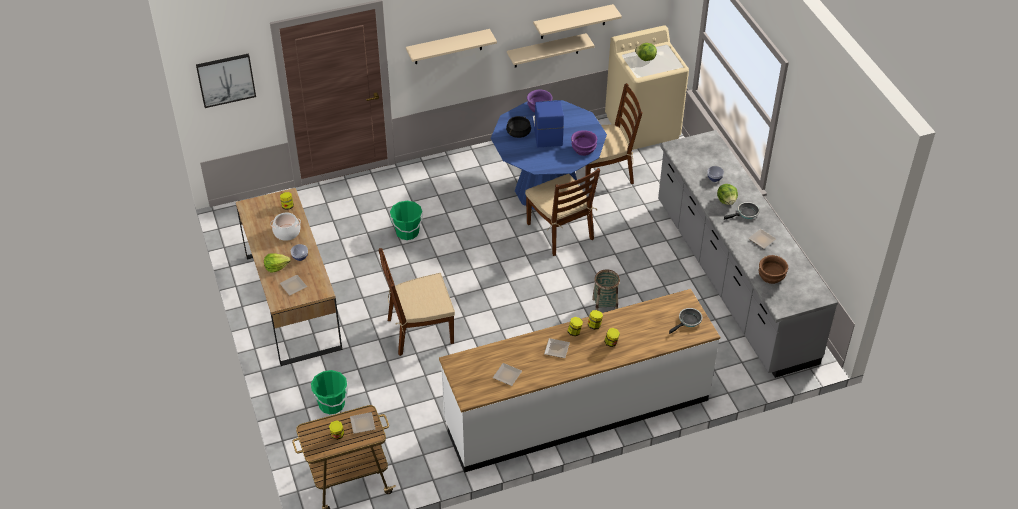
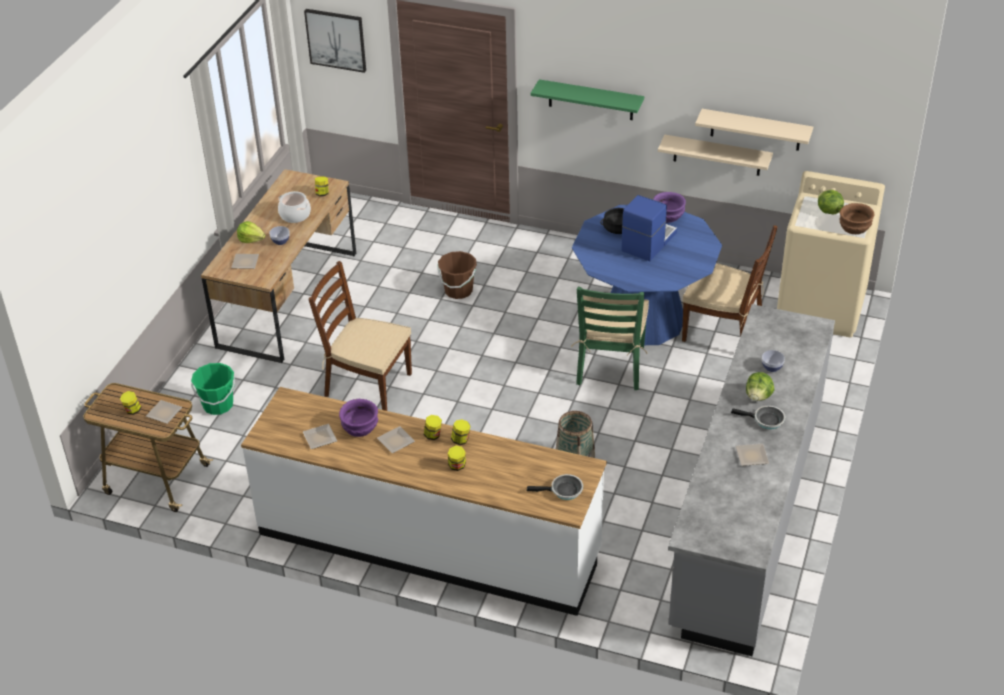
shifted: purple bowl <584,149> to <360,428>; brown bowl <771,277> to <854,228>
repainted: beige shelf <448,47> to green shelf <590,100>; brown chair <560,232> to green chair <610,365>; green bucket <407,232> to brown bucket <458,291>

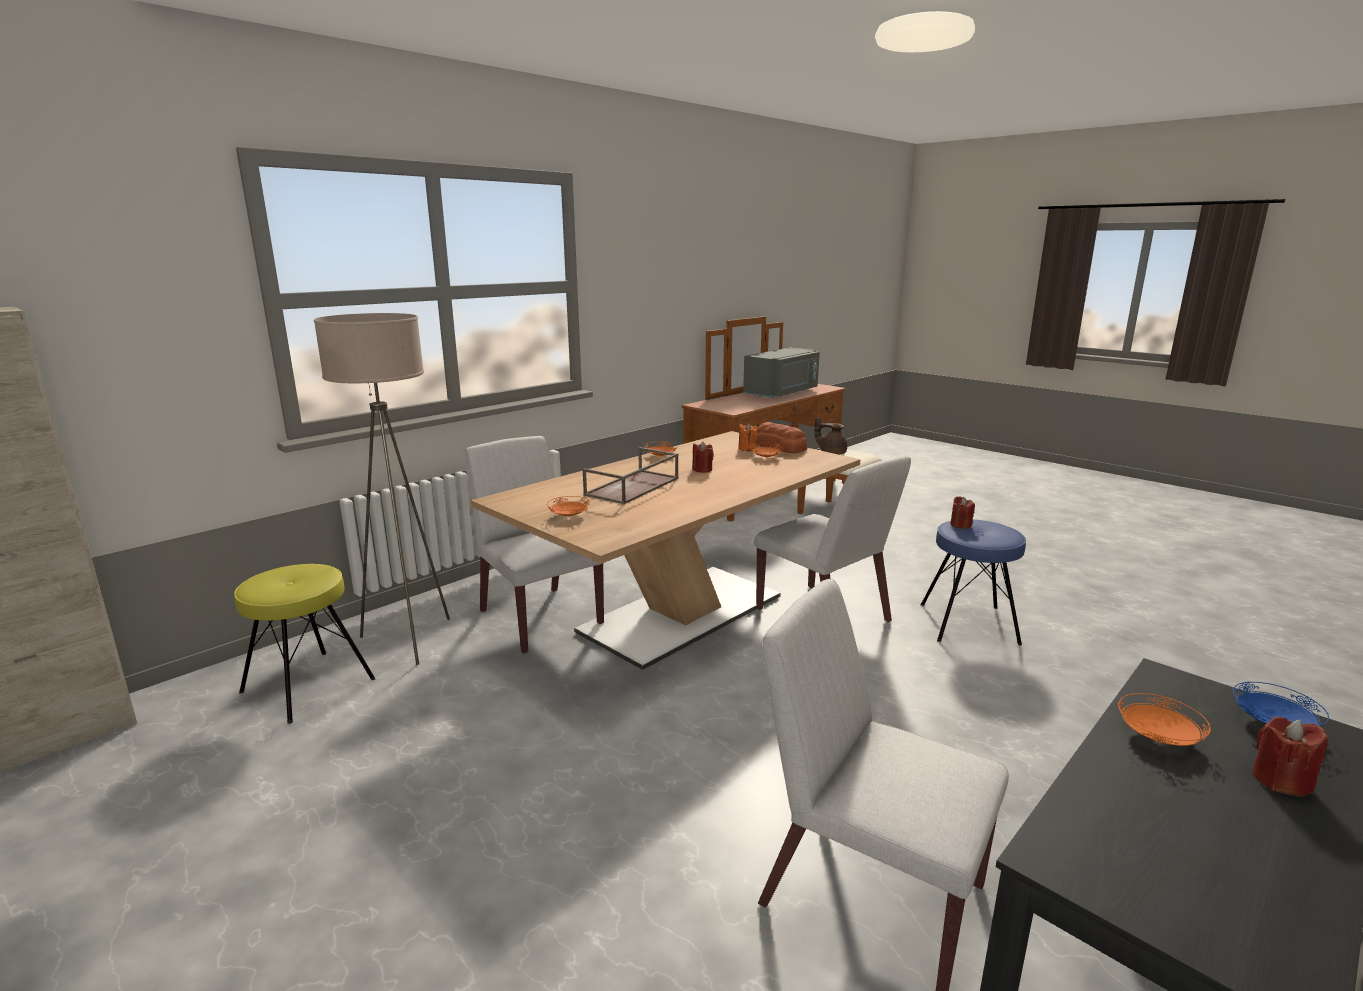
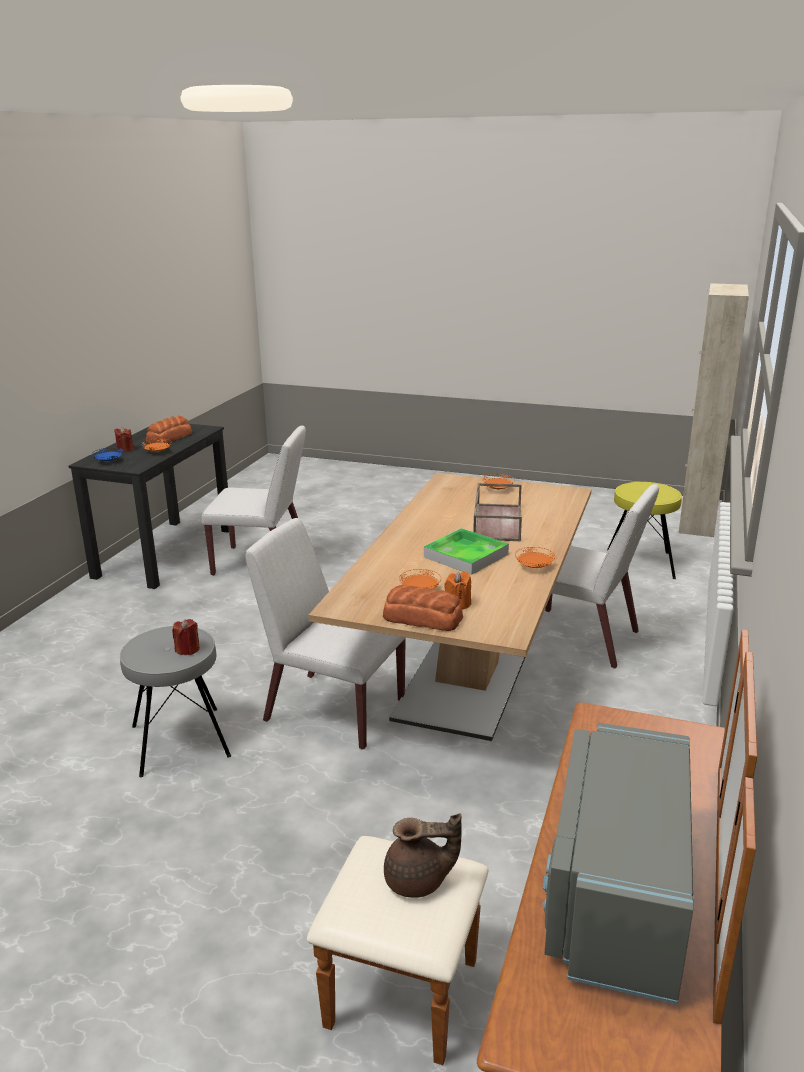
gone: beige floor lamp <409,640>
new: bread <169,438>
swapped: red candle <702,469> to tray <466,555>
repainted: blue stool <968,624> to grey stool <180,740>

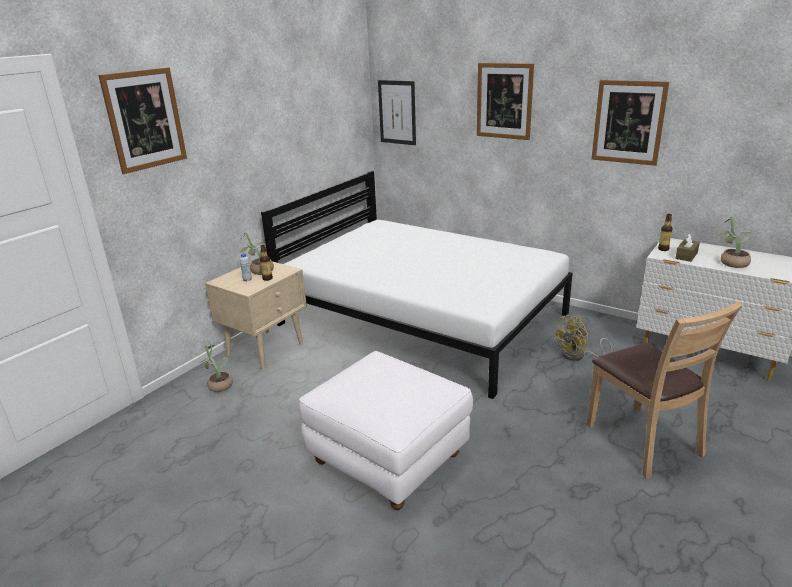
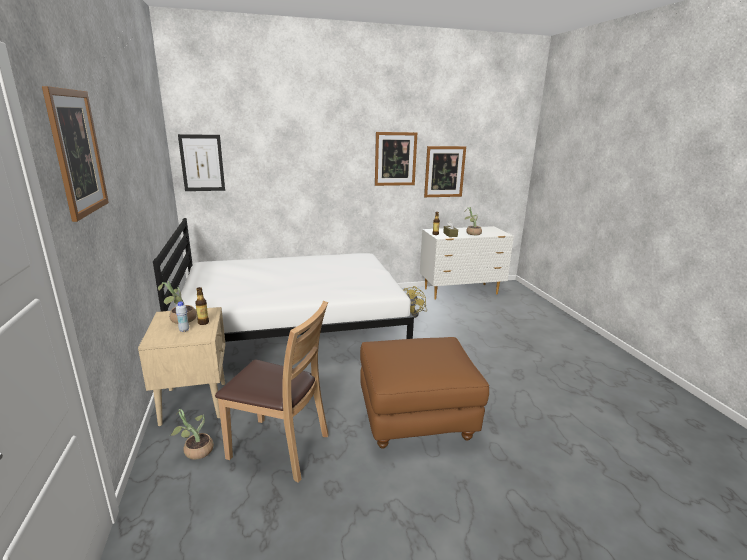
shifted: picture <504,101> to <444,171>; brown chair <643,441> to <280,448>
repainted: white ottoman <389,459> to brown ottoman <416,417>

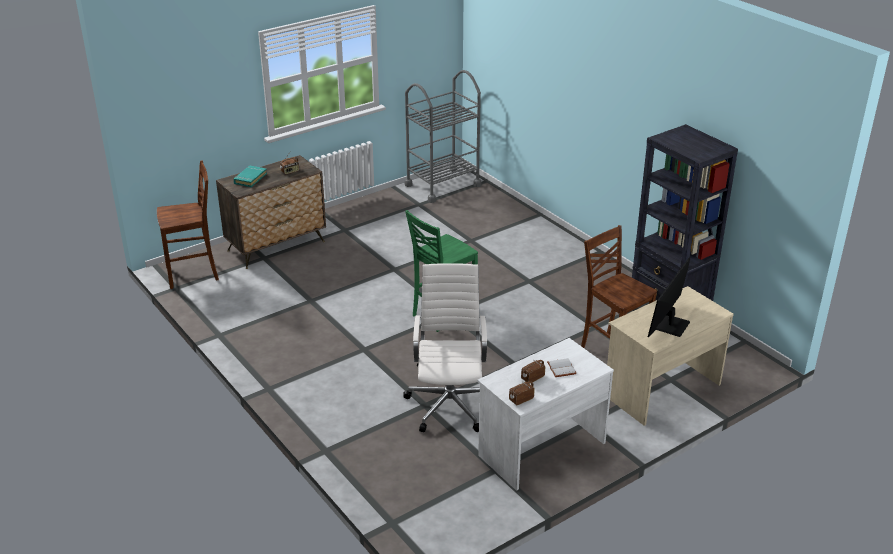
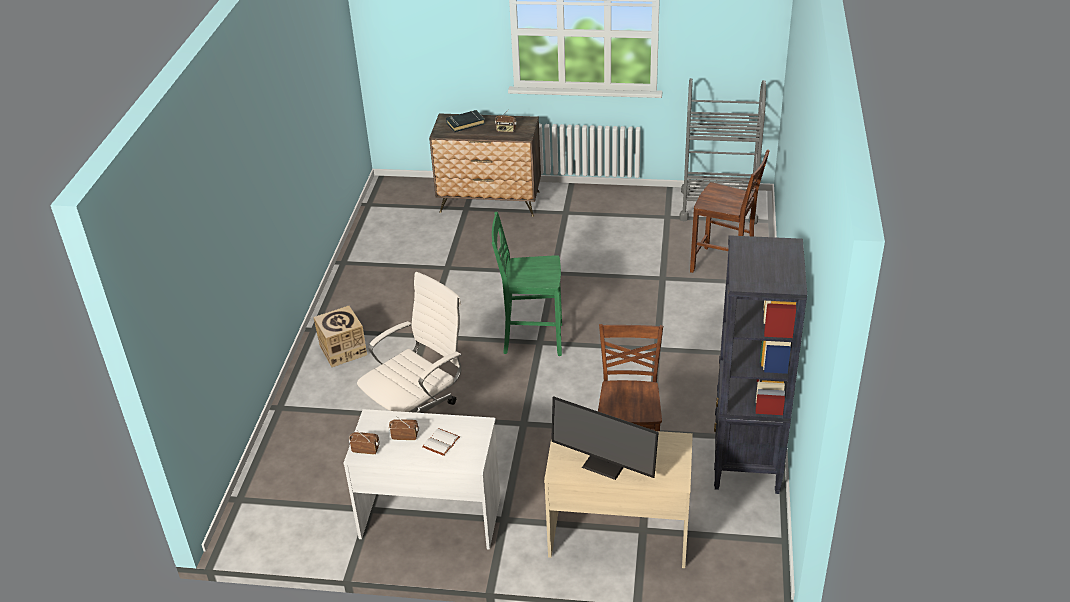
new: cardboard box <343,350>
shifted: brown chair <194,274> to <724,266>
repainted: turquoise book <250,178> to black book <465,123>
rotated: monitor <670,324> = <605,462> 135 degrees counterclockwise

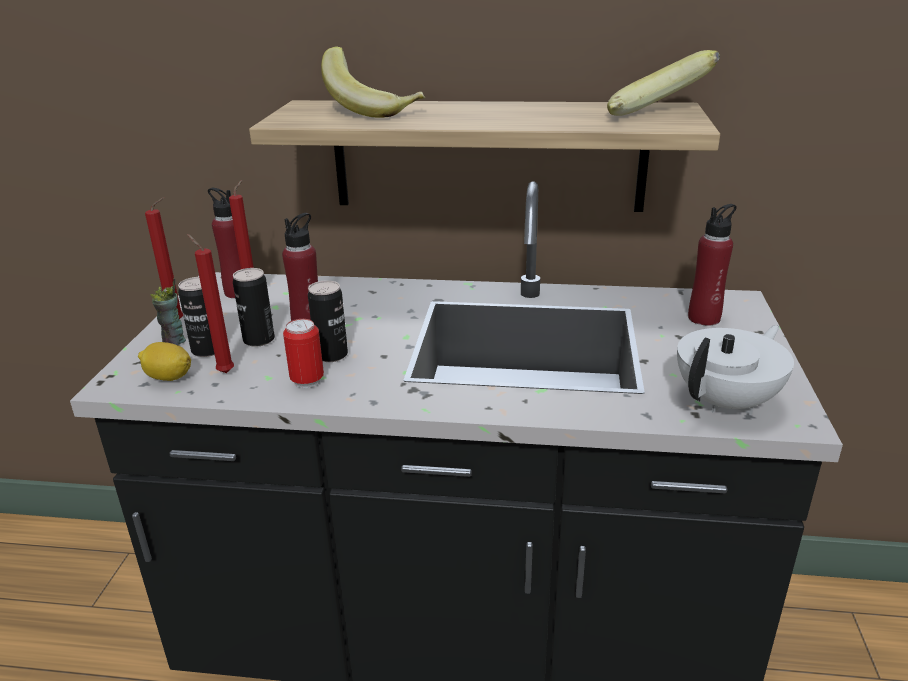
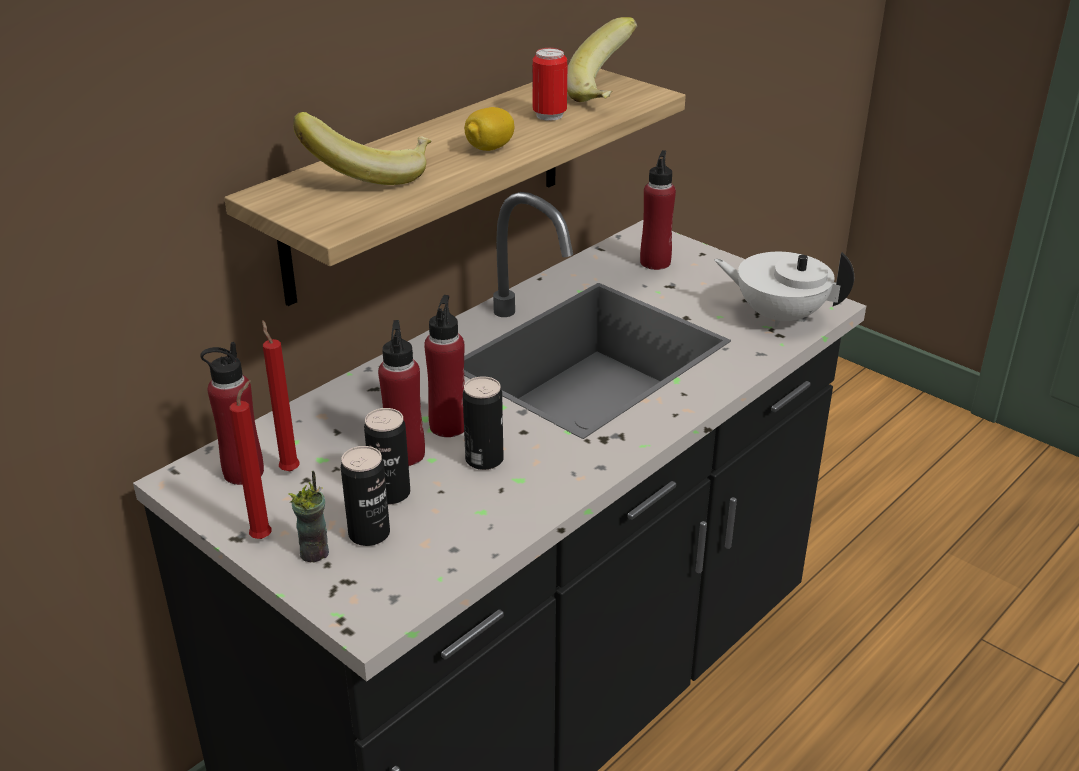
gone: red candle <223,372>
new: red bottle <448,426>
shifted: can <307,381> to <549,115>; lemon <169,378> to <489,148>
rotated: white teapot <727,402> = <779,316> 60 degrees counterclockwise

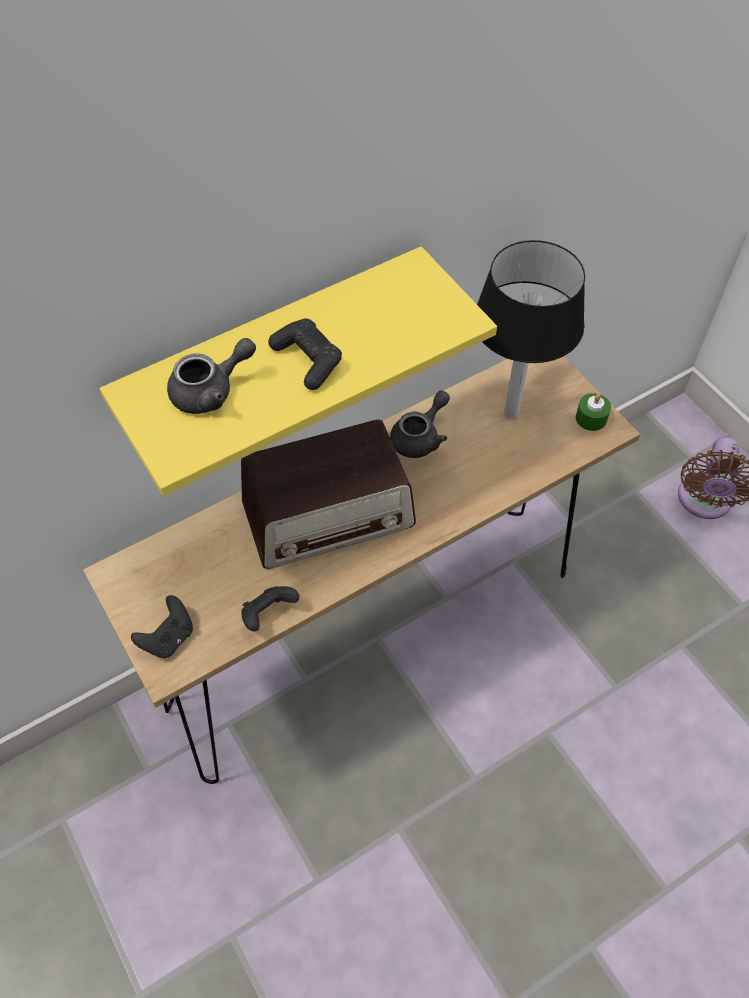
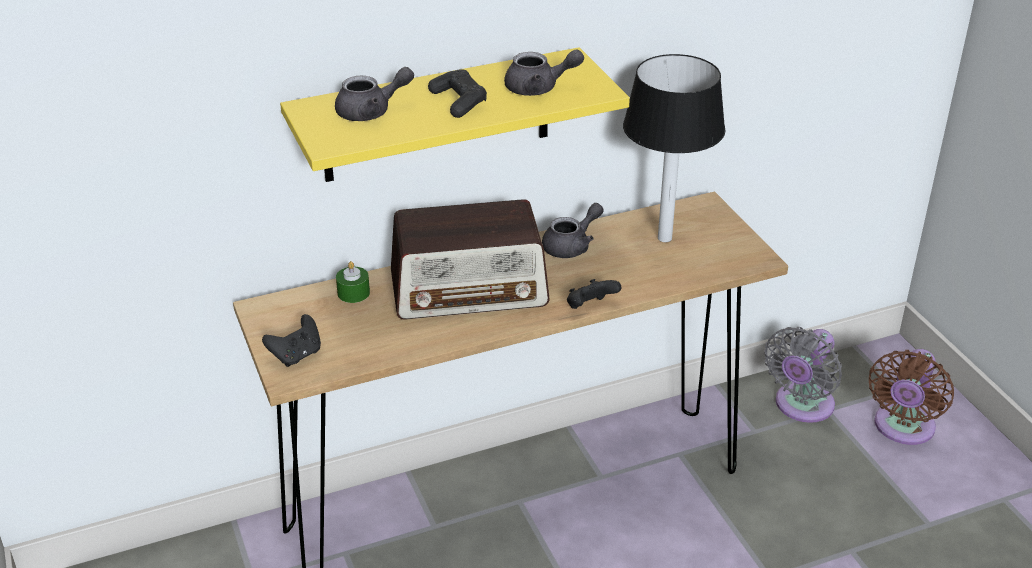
new: grey teapot <539,88>; grey fan <801,406>
shifted: green candle <591,418> to <353,293>; black game controller <268,614> to <590,307>

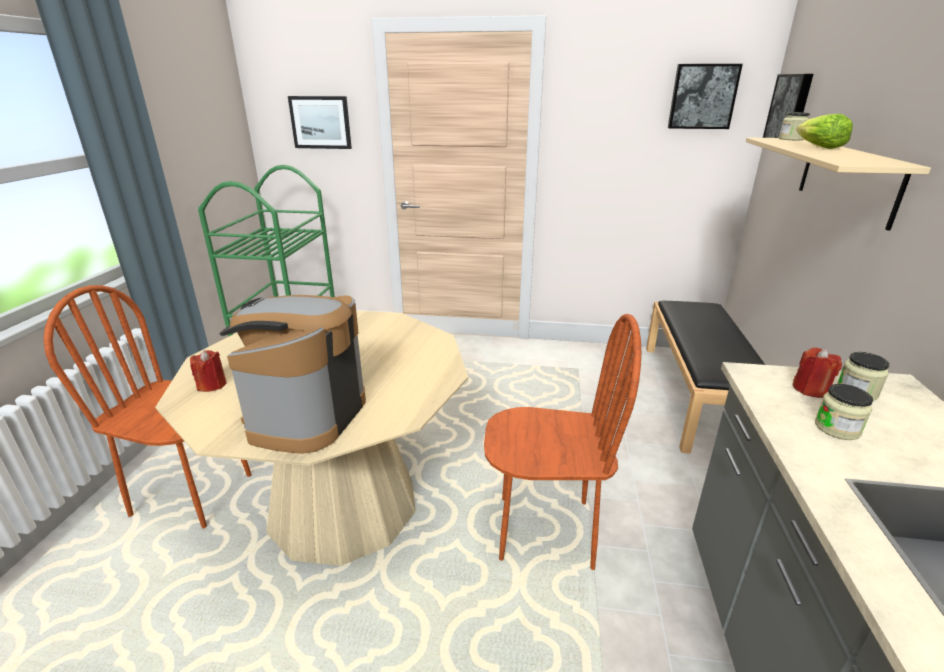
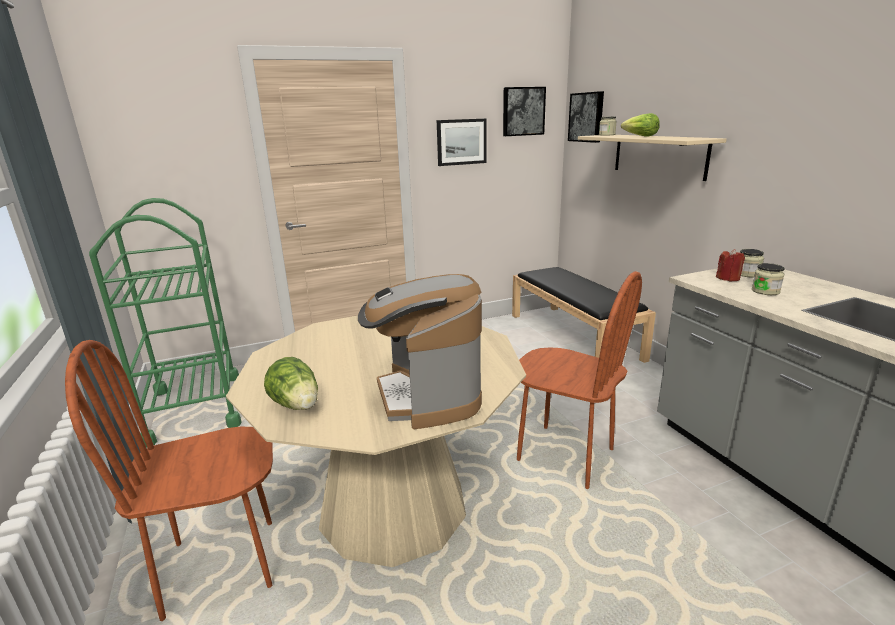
shifted: picture <321,122> to <461,142>
swapped: red candle <212,385> to lettuce <297,405>
rotated: brown chair <545,530> = <565,455> 60 degrees clockwise

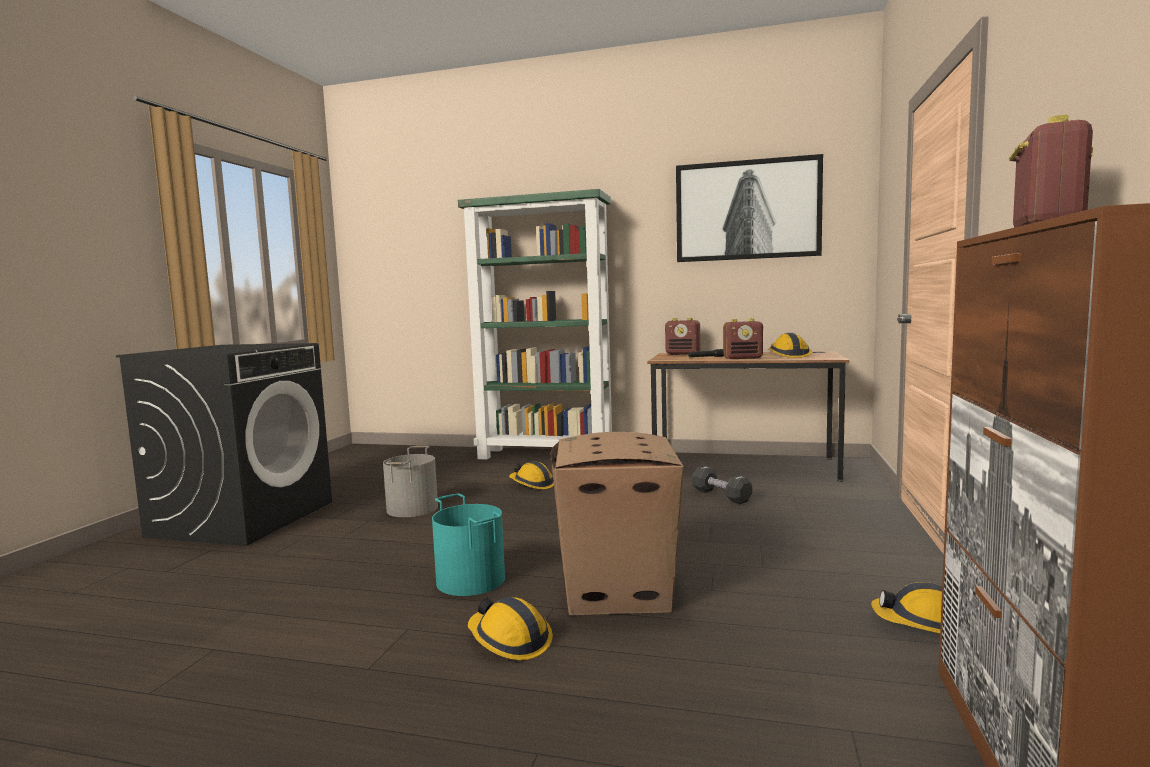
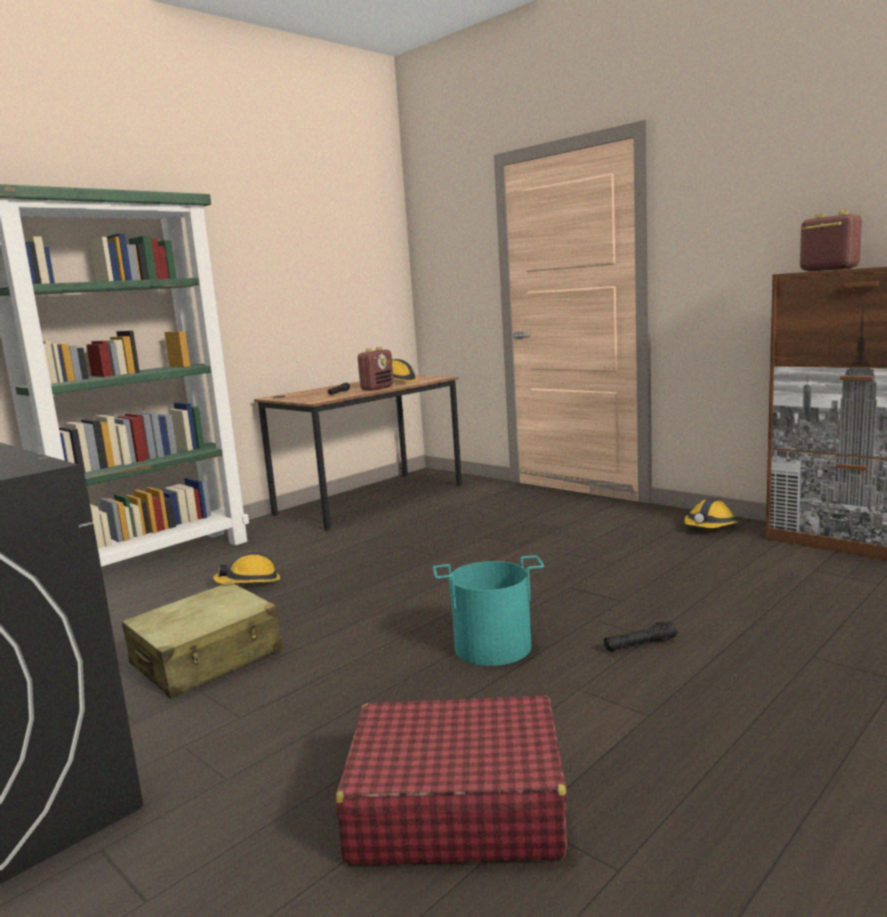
gone: picture <747,210>; radio <683,353>; cardboard box <618,592>; black dumbbell <721,495>
new: red suitcase <455,806>
swapped: grey bucket <413,508> to beige suitcase <207,658>; hard hat <509,640> to black flashlight <640,644>

